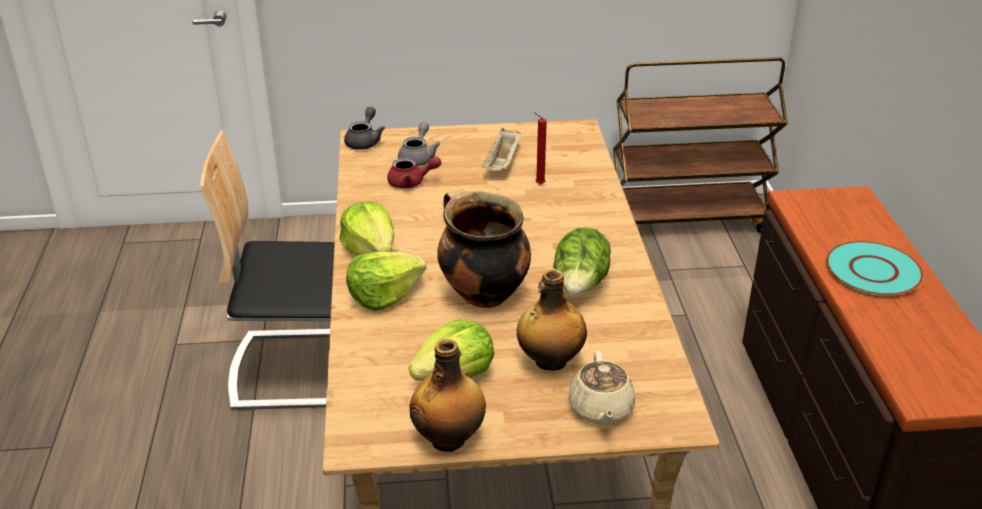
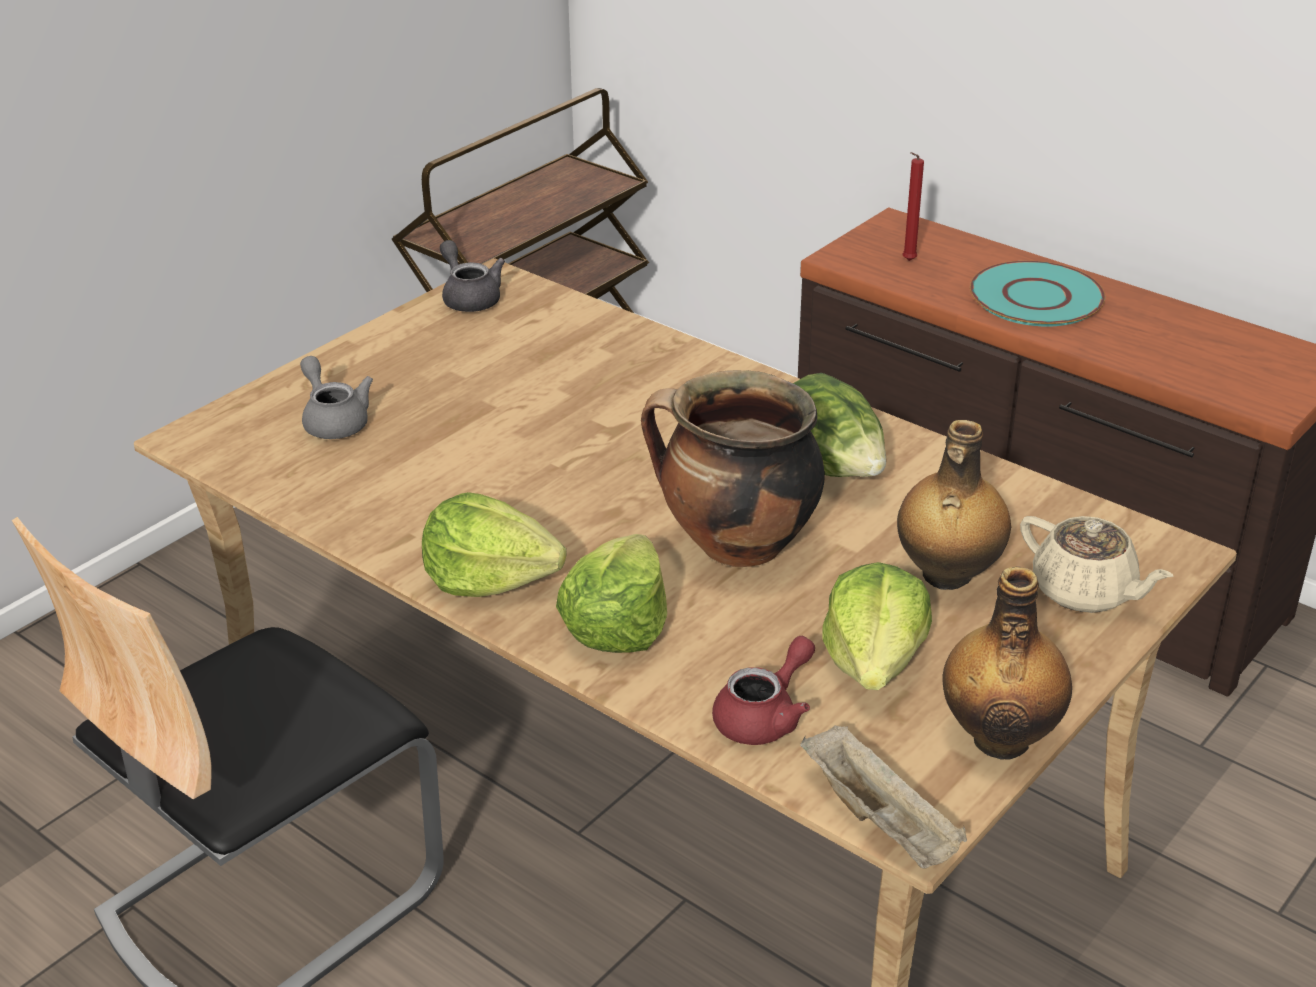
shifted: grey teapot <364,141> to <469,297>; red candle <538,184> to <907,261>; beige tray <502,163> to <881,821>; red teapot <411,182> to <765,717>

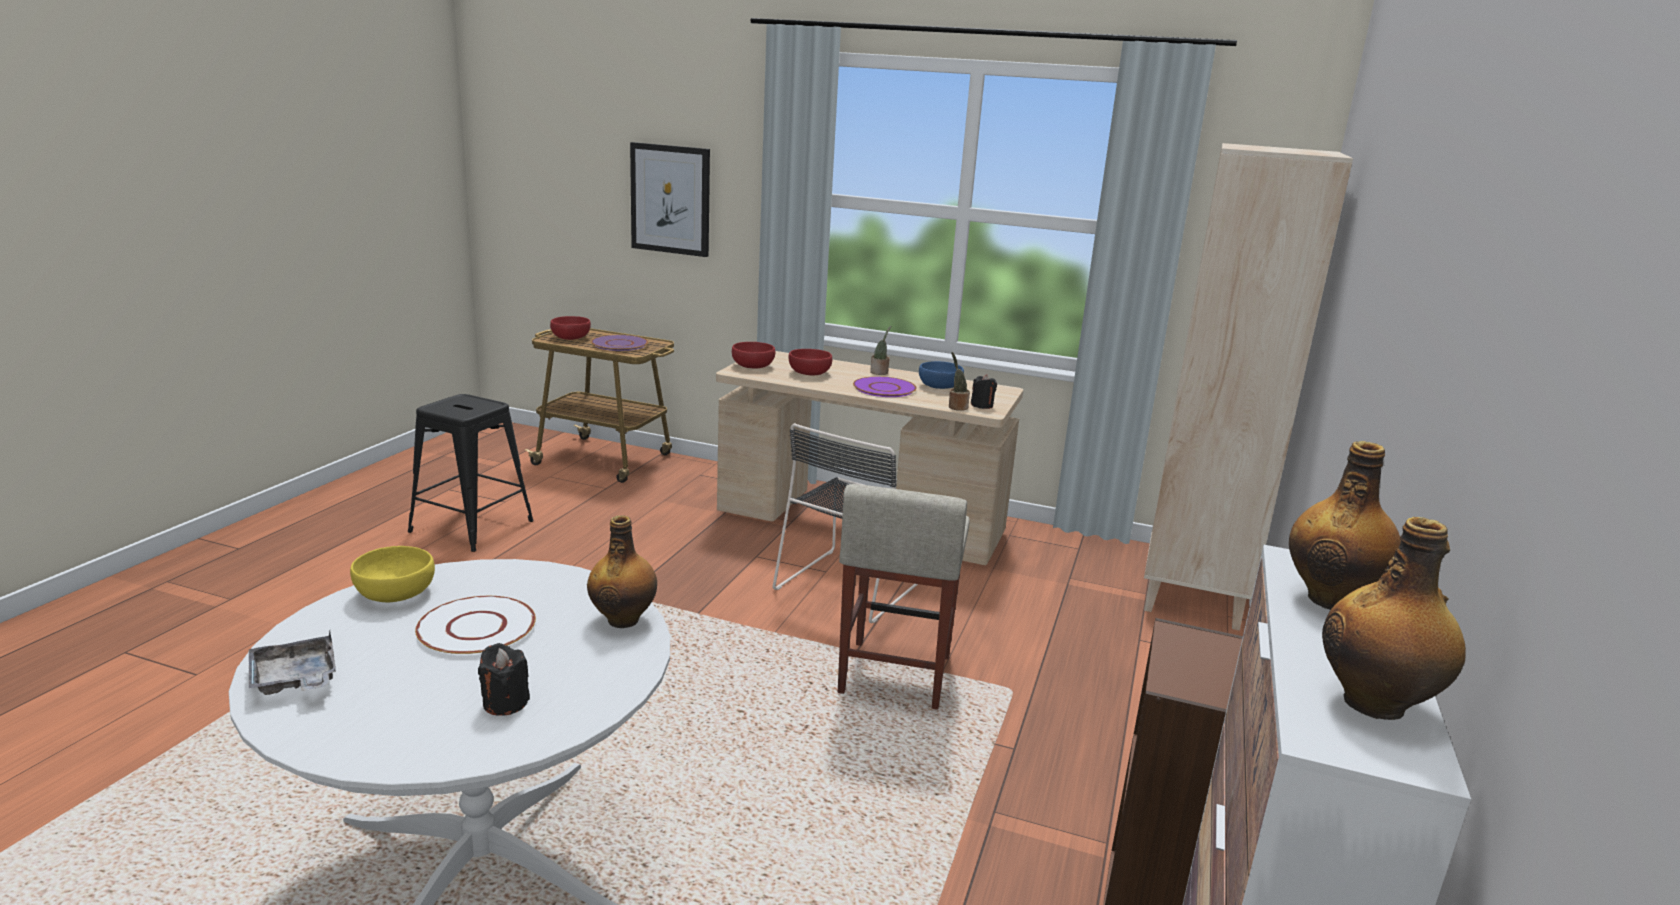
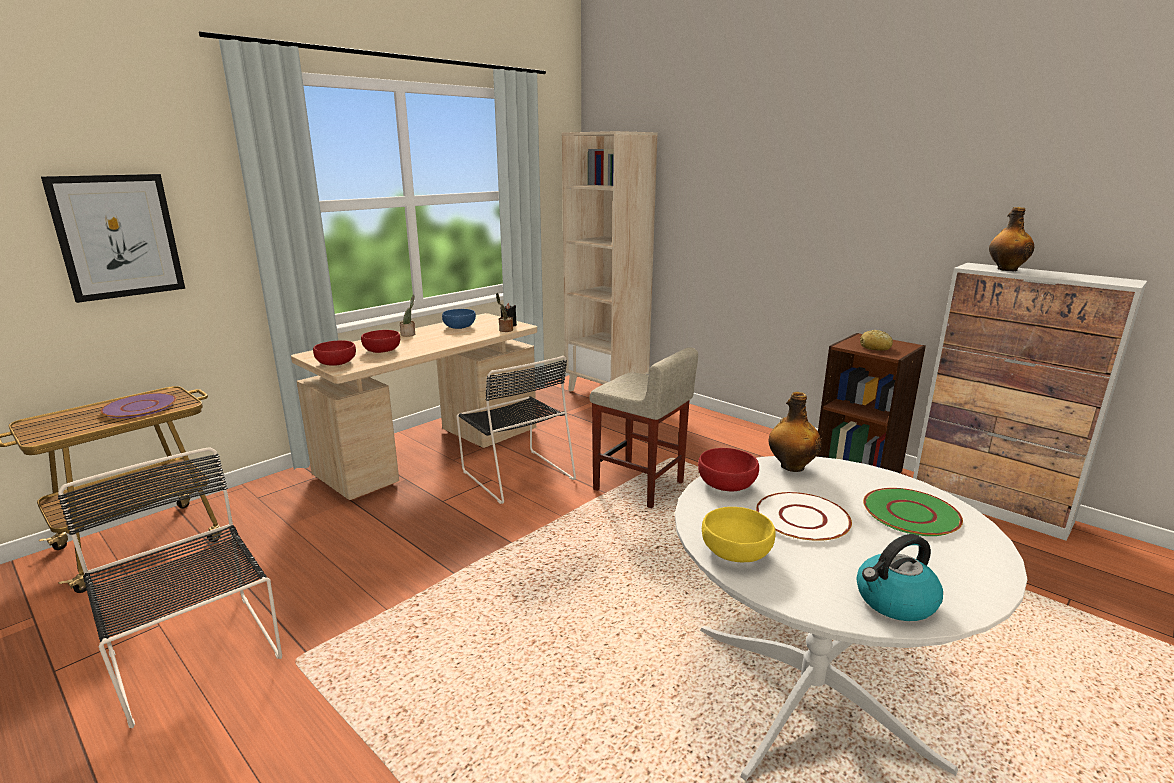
gone: purple plate <884,388>; bottle <1376,704>
new: bread <875,347>
shifted: red bowl <571,338> to <726,484>
swapped: black stool <471,526> to black chair <196,658>; grey tray <295,680> to kettle <894,601>; black candle <505,703> to green plate <911,514>

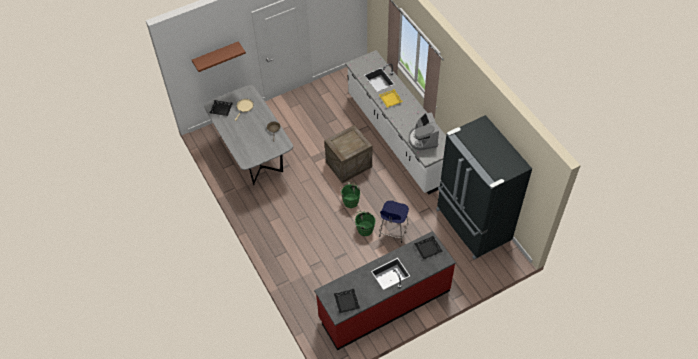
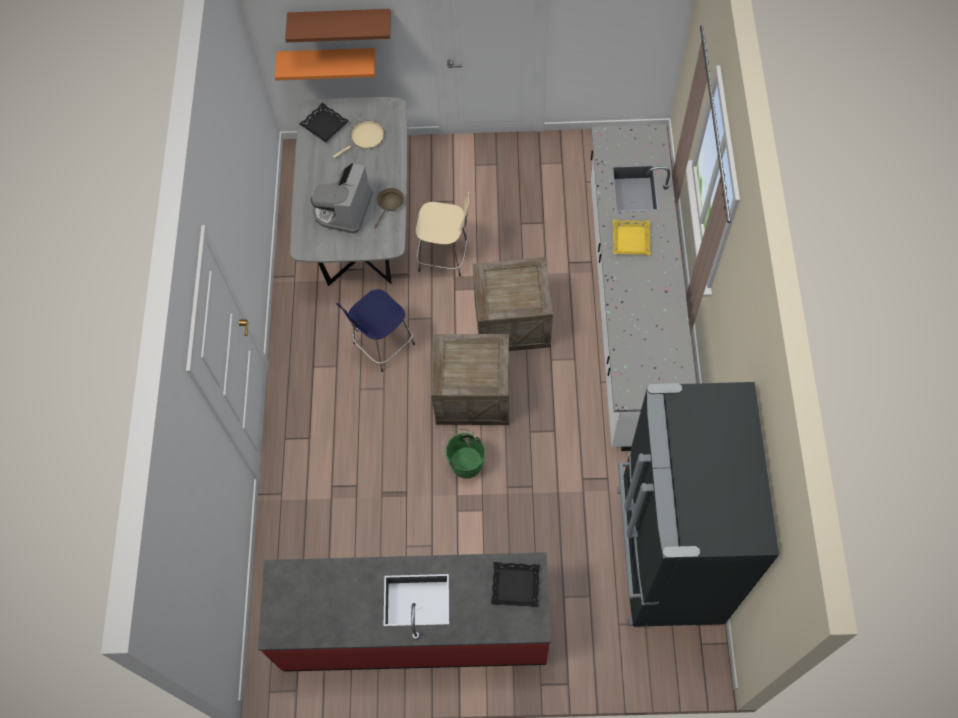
gone: black tray <347,302>
new: orange shelf <327,59>; beige stool <445,256>
shifted: coffee machine <422,139> to <343,209>; blue stool <393,231> to <382,345>
swapped: green bucket <350,201> to crate <473,395>

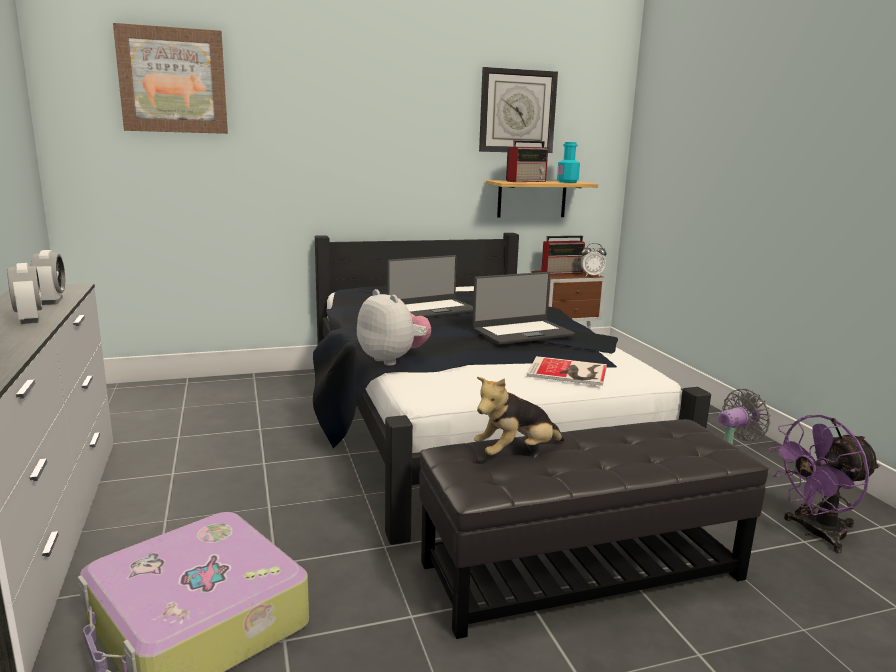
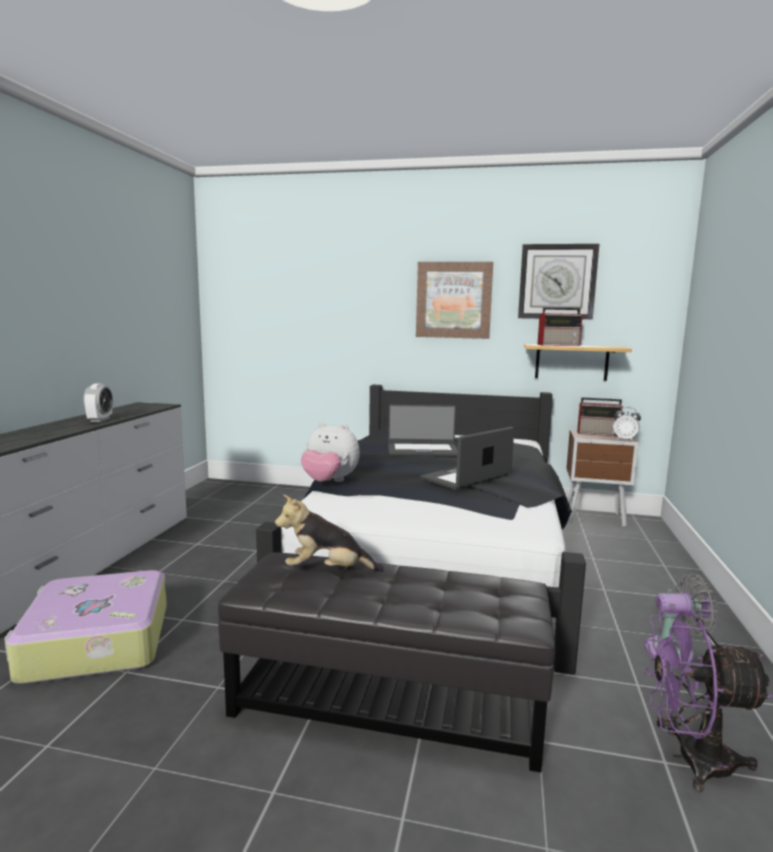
gone: turquoise bottle <567,182>; alarm clock <52,301>; book <569,372>
shifted: picture <173,81> to <454,300>
rotated: laptop <522,332> = <467,477> 135 degrees clockwise; plush toy <393,359> = <329,482> 120 degrees clockwise

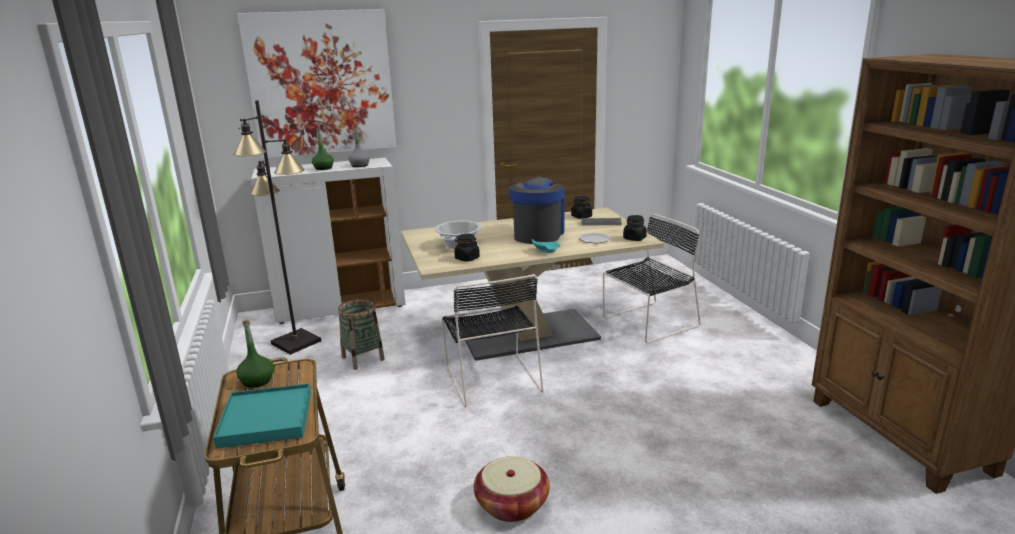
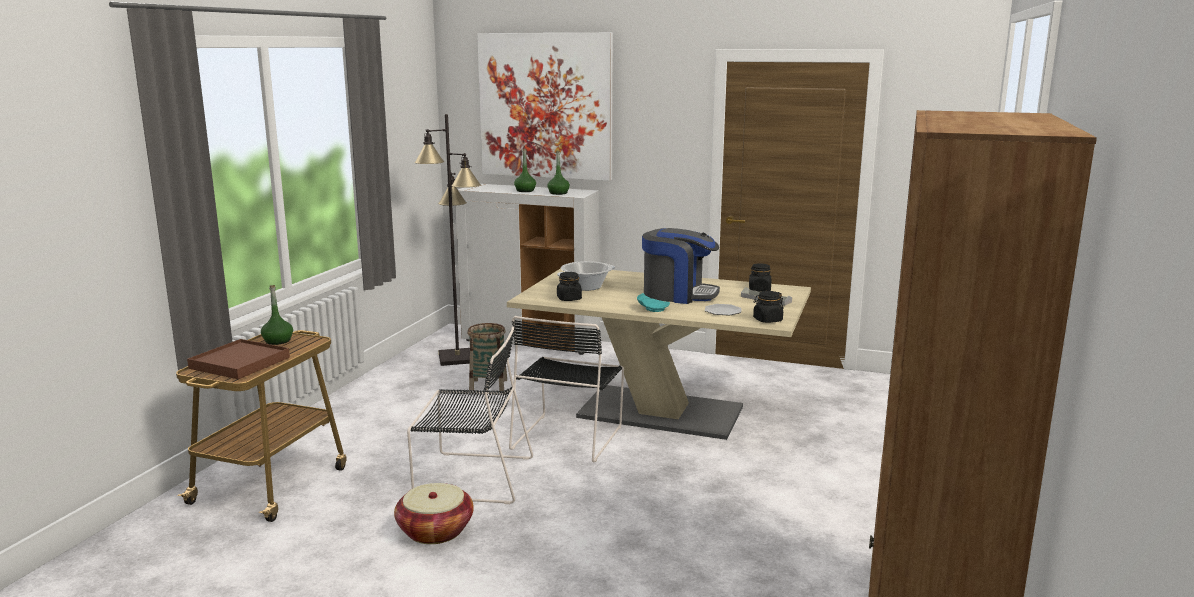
shifted: black chair <648,323> to <470,477>
repainted: grey bottle <359,165> to green bottle <558,193>; turquoise tray <266,419> to brown tray <240,363>
rotated: coffee machine <538,234> = <678,294> 60 degrees clockwise

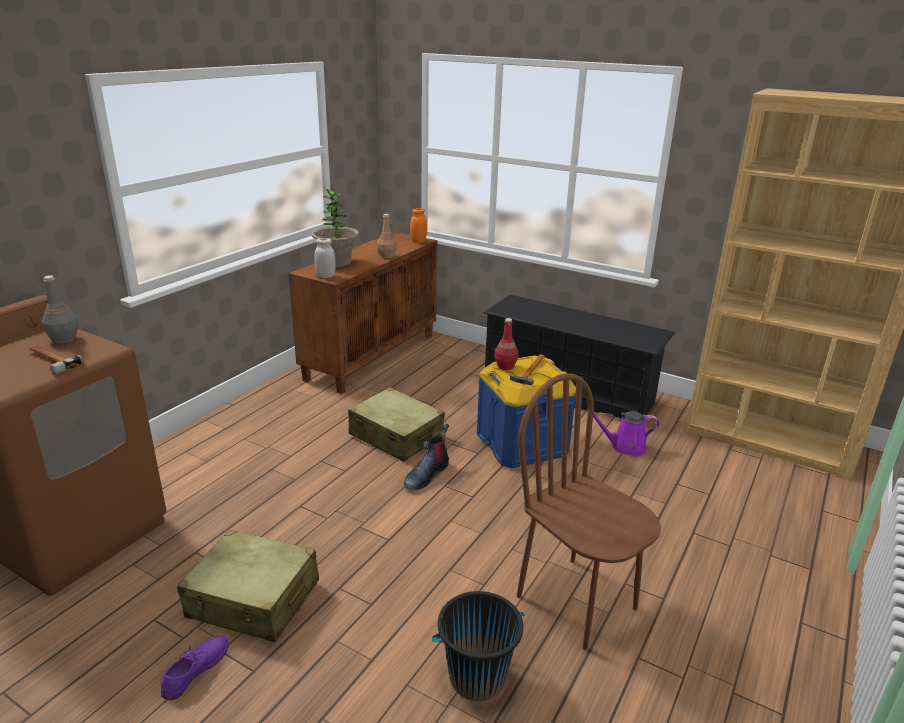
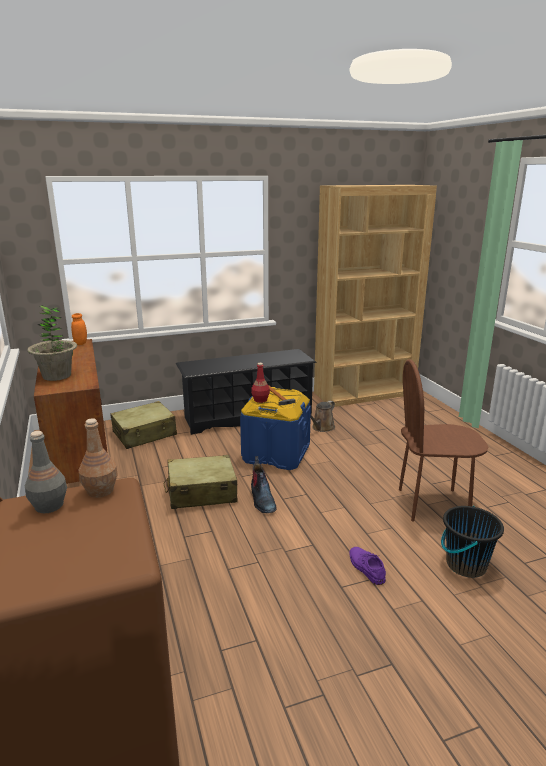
gone: white jar <325,276>; hammer <51,360>
shifted: brown bottle <387,256> to <100,490>; beige suitcase <253,599> to <145,434>; purple shoe <195,669> to <365,567>
repainted: purple watering can <625,447> to brown watering can <322,428>

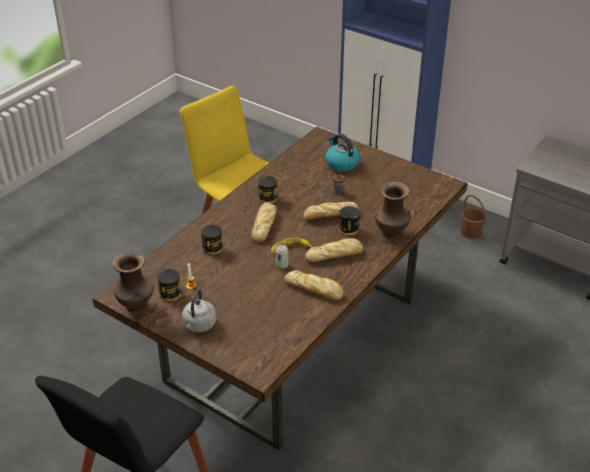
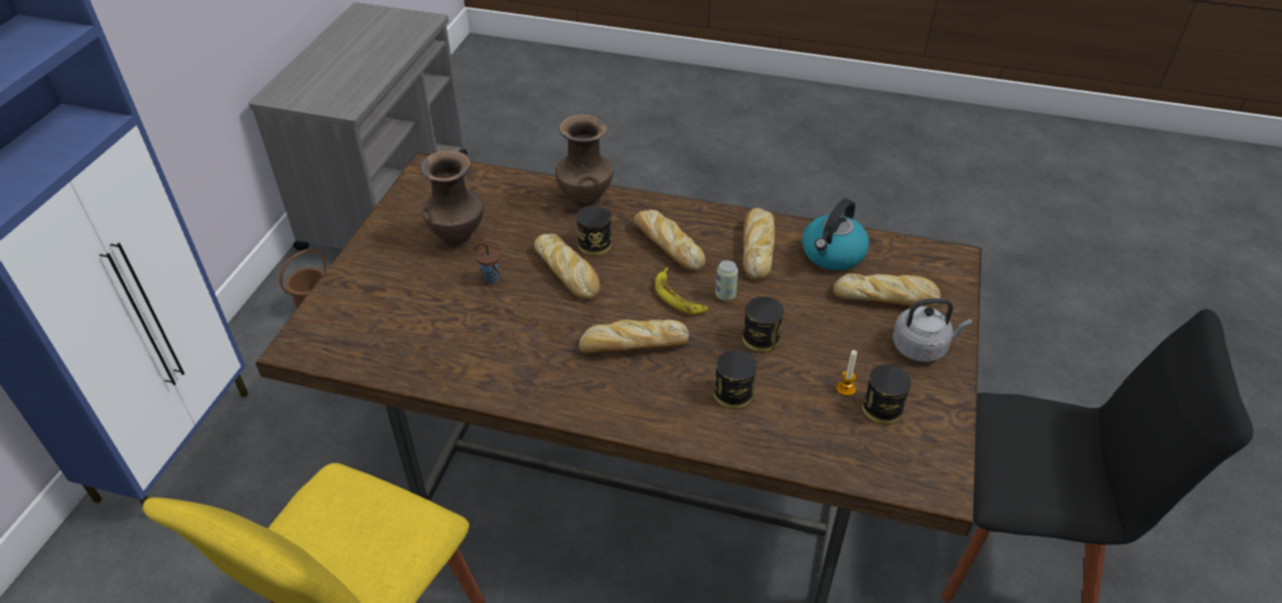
new: bread <887,297>
shifted: kettle <341,163> to <832,254>; can <268,198> to <760,339>; brown vase <136,307> to <458,238>

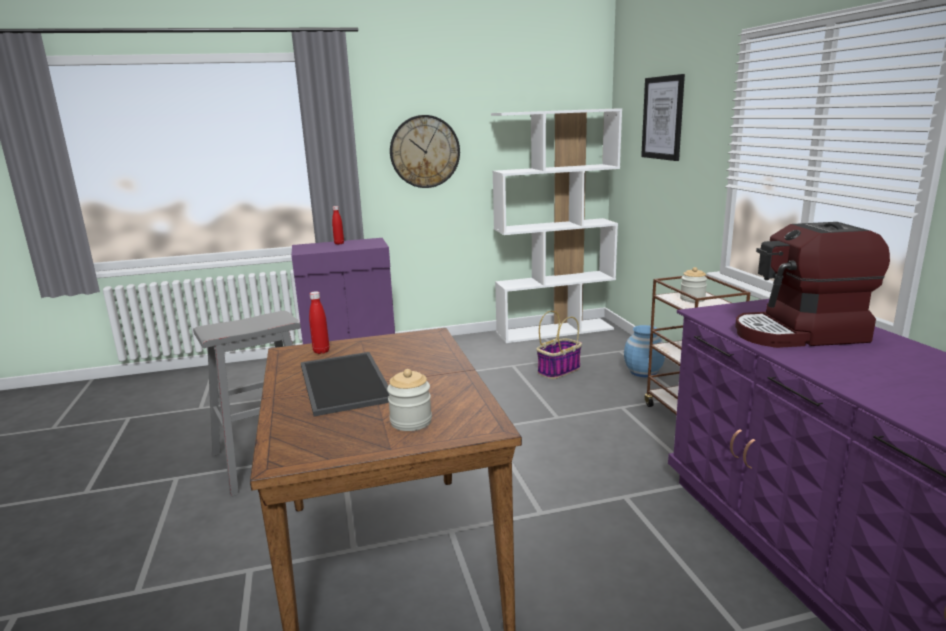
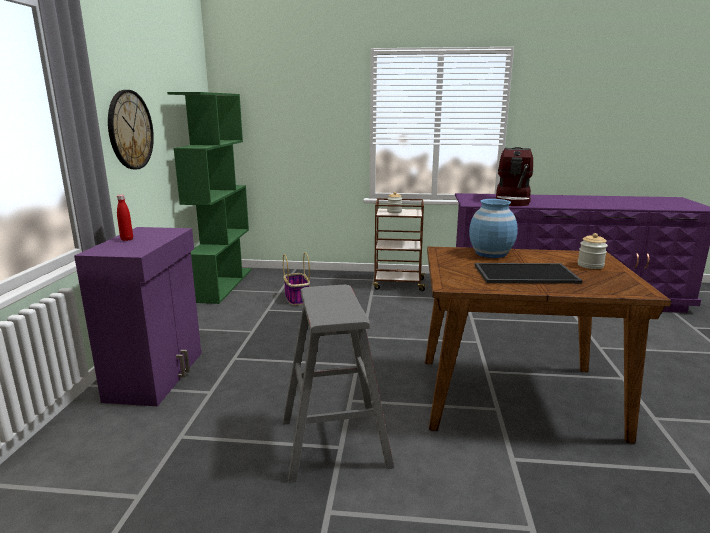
gone: picture <663,118>; red bottle <321,351>
shifted: blue vase <643,372> to <491,253>
repainted: white bookcase <555,330> to green bookcase <223,284>

